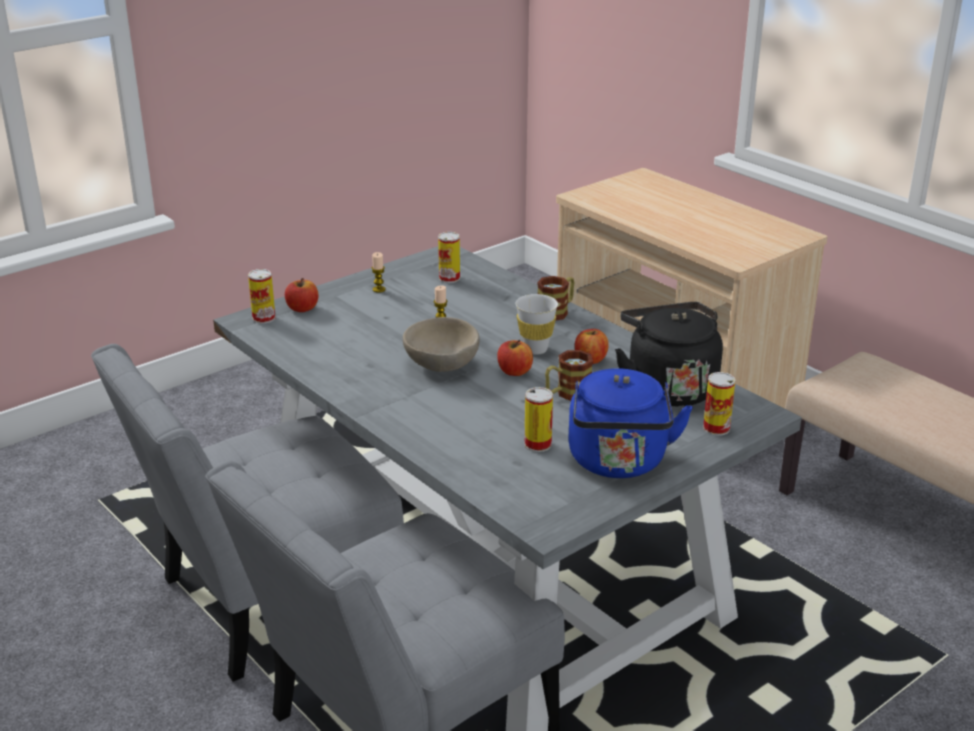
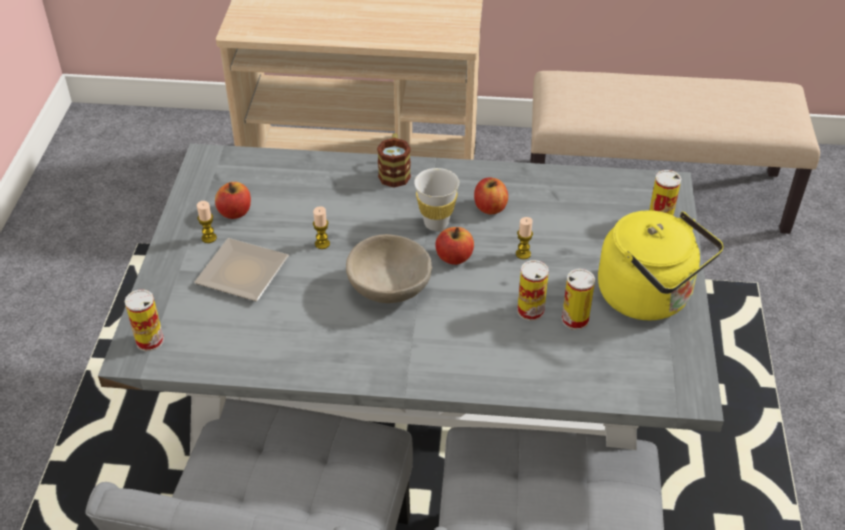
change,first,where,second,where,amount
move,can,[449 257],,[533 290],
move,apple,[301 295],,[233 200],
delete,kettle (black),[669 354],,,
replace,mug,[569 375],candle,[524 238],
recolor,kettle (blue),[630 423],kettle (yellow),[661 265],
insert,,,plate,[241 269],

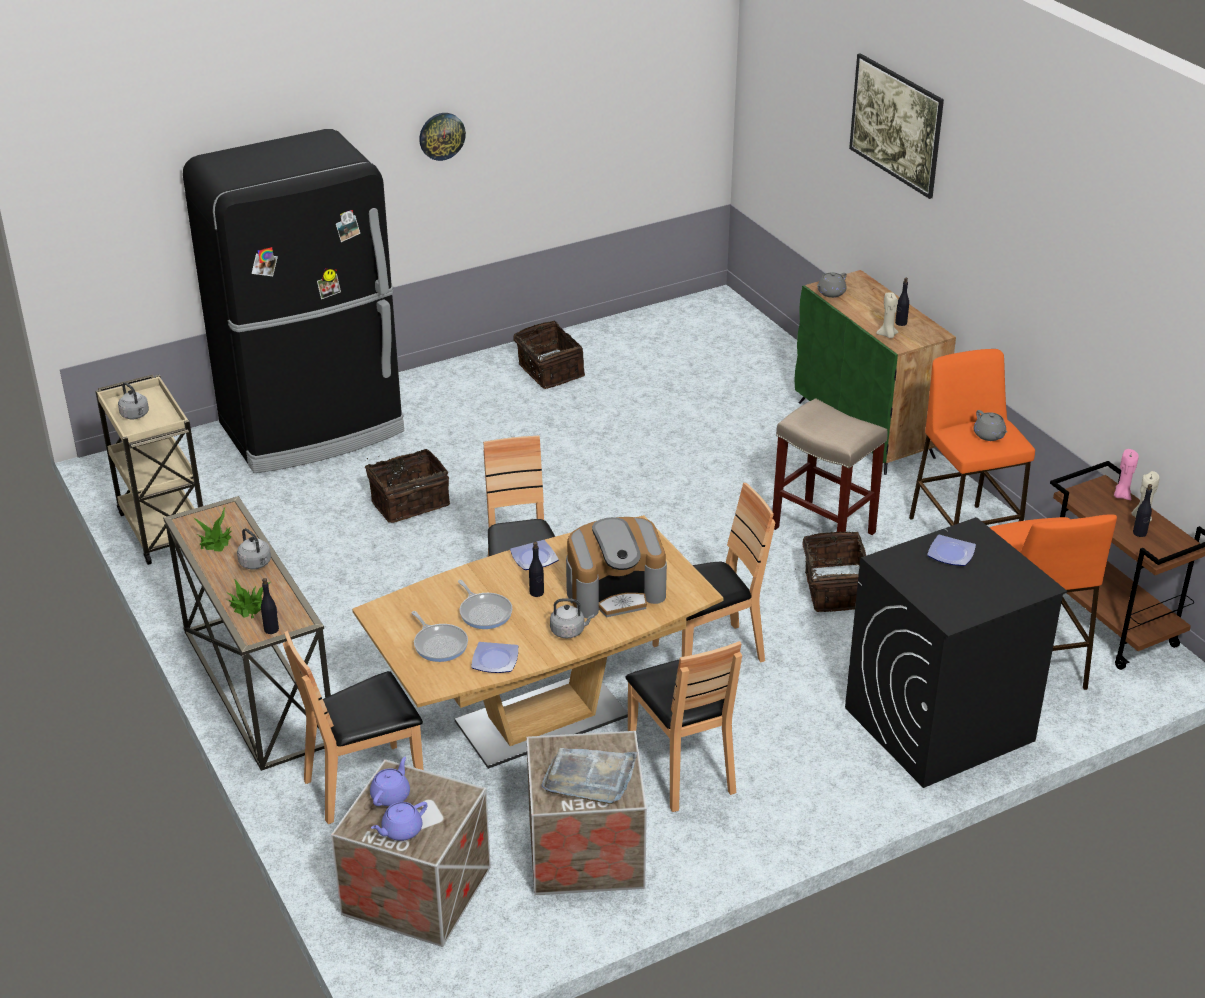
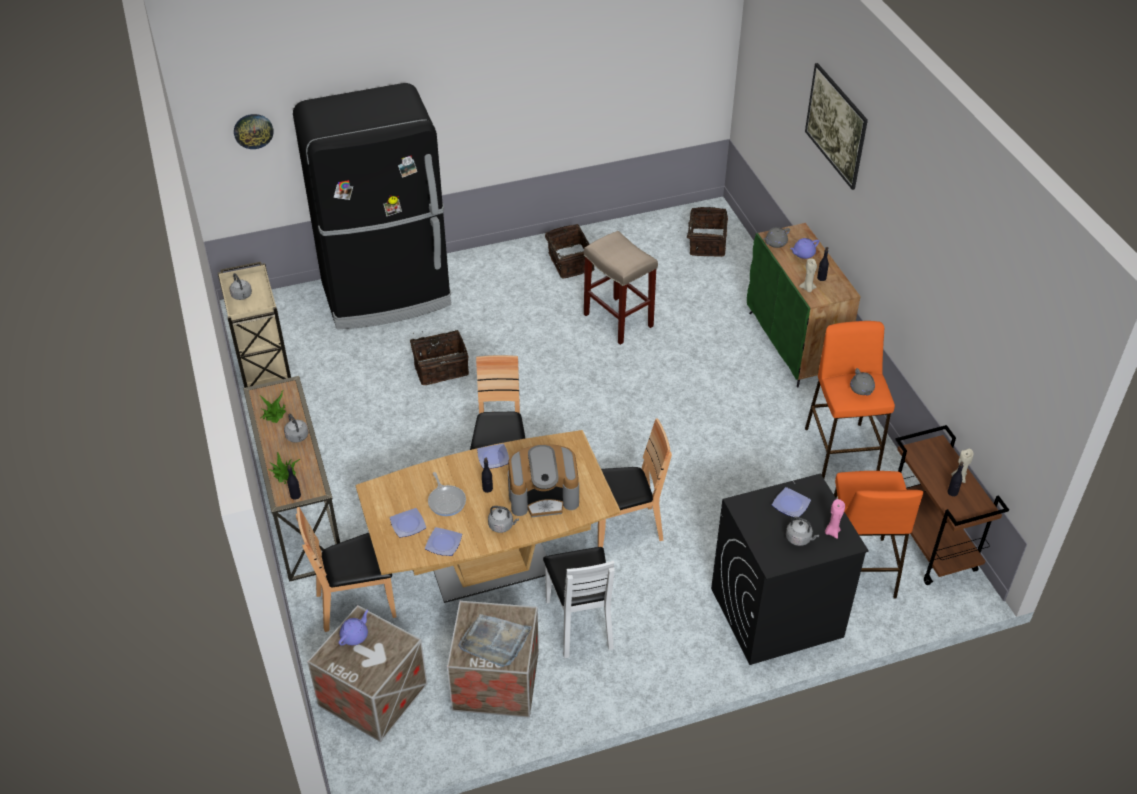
change,first,where,second,where,amount
move,wall clock,[442 137],,[254 131],
move,stool (beige),[830 466],,[621 288],
move,candle (pink),[1126 474],,[835 519],
move,basket,[830 571],,[707 232],
replace,frying pan,[440 636],plate,[408 523],
recolor,chair (brown),[683 726],chair (white),[579 602],
move,teapot (purple),[399 821],,[804 248],
insert,,,kettle (grey),[802 531],

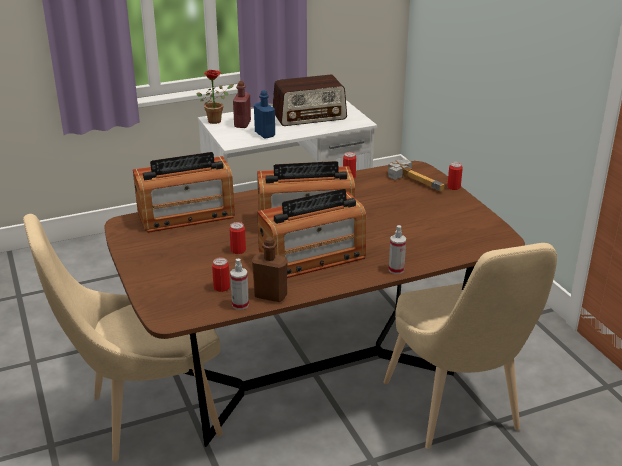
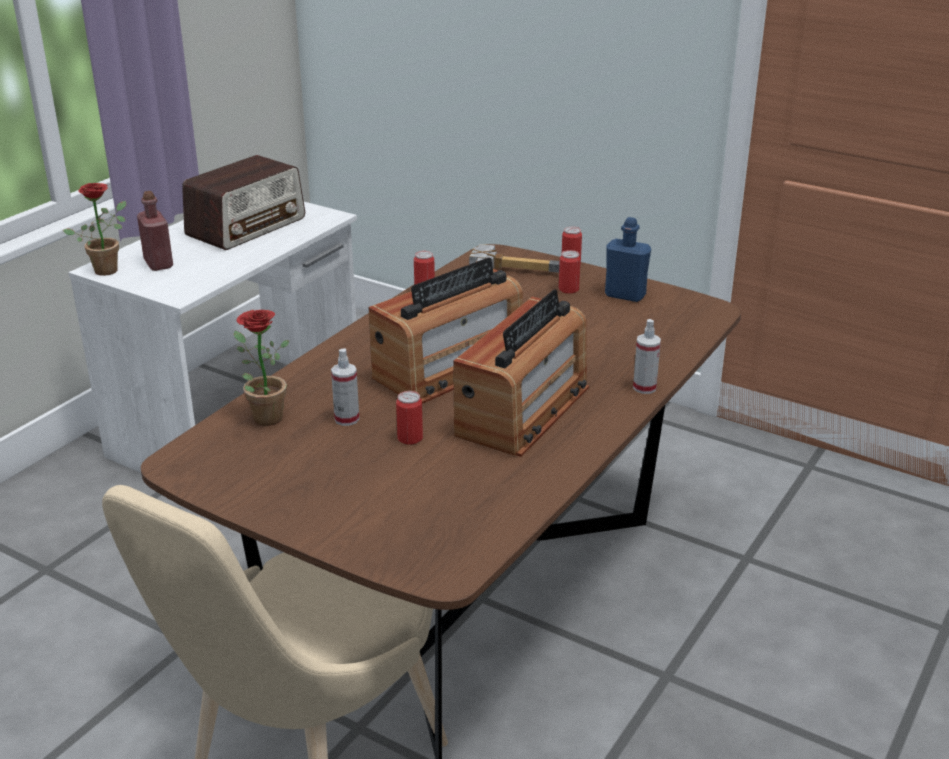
change,first,where,second,where,amount
move,bottle (blue),[264 114],,[628 259],
replace,radio,[184 192],potted plant,[262 368],
delete,bottle (brown),[270 269],,,
delete,chair (beige),[470 346],,,
move,can,[221 274],,[570 272],
move,spray bottle,[239 284],,[345 387],

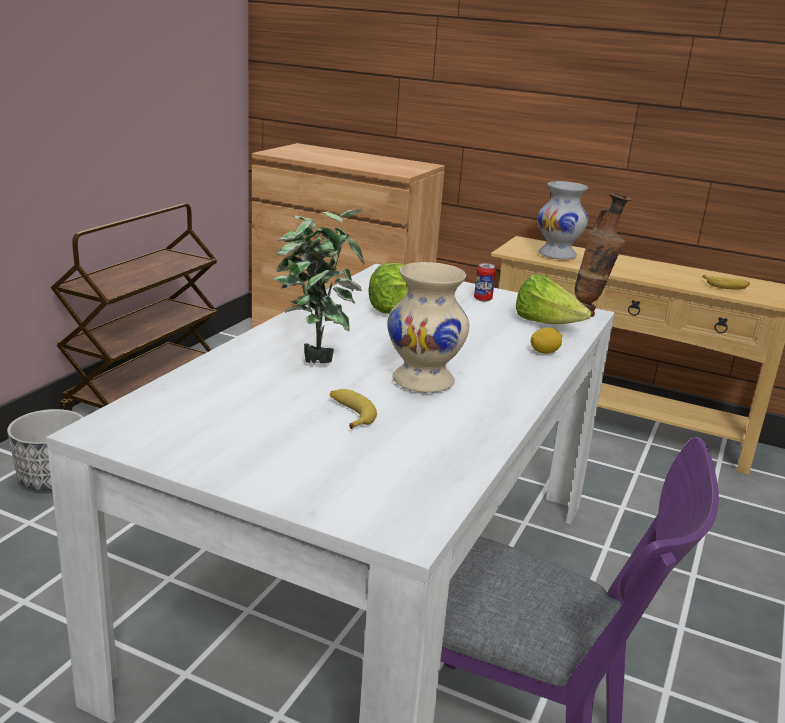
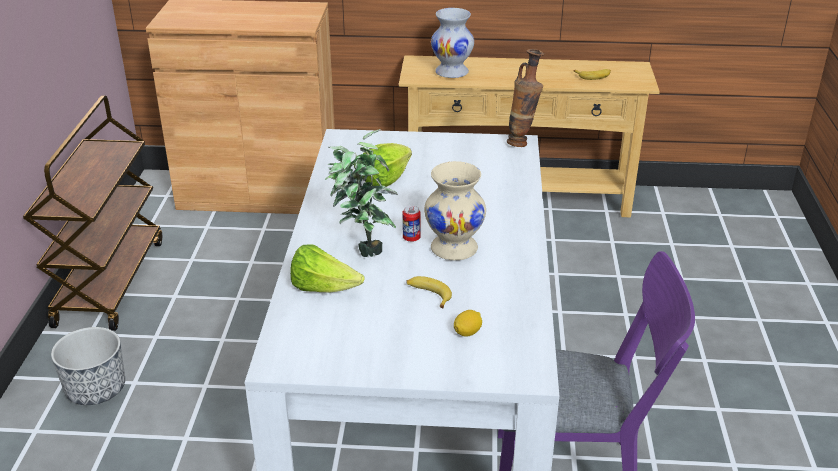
change,first,where,second,where,amount
move,can,[485 282],,[411 224],
move,lettuce,[554 299],,[327 268],
move,lemon,[547 341],,[468 323],

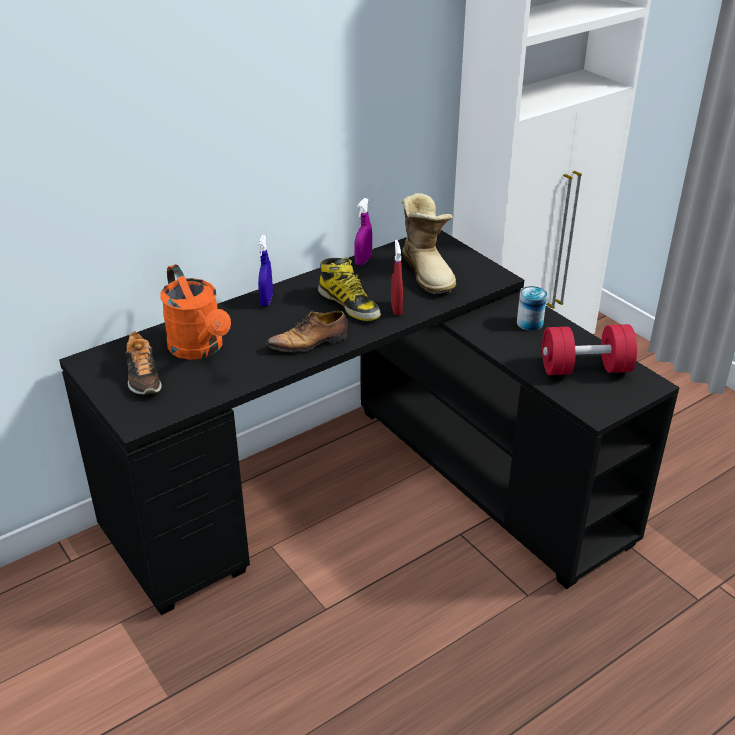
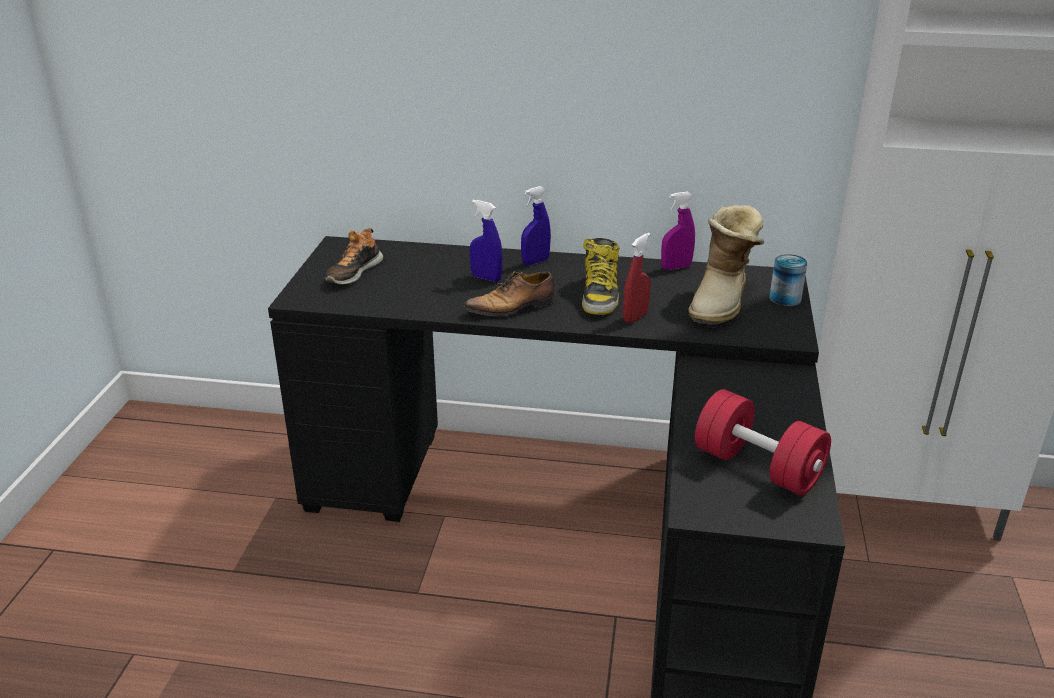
change,first,where,second,where,amount
delete,watering can (orange),[195 312],,,
move,can,[532 308],,[788 280],
rotate,shoe,[307 331],,[509 293],45 degrees counterclockwise
insert,,,spray bottle (blue),[486 241],

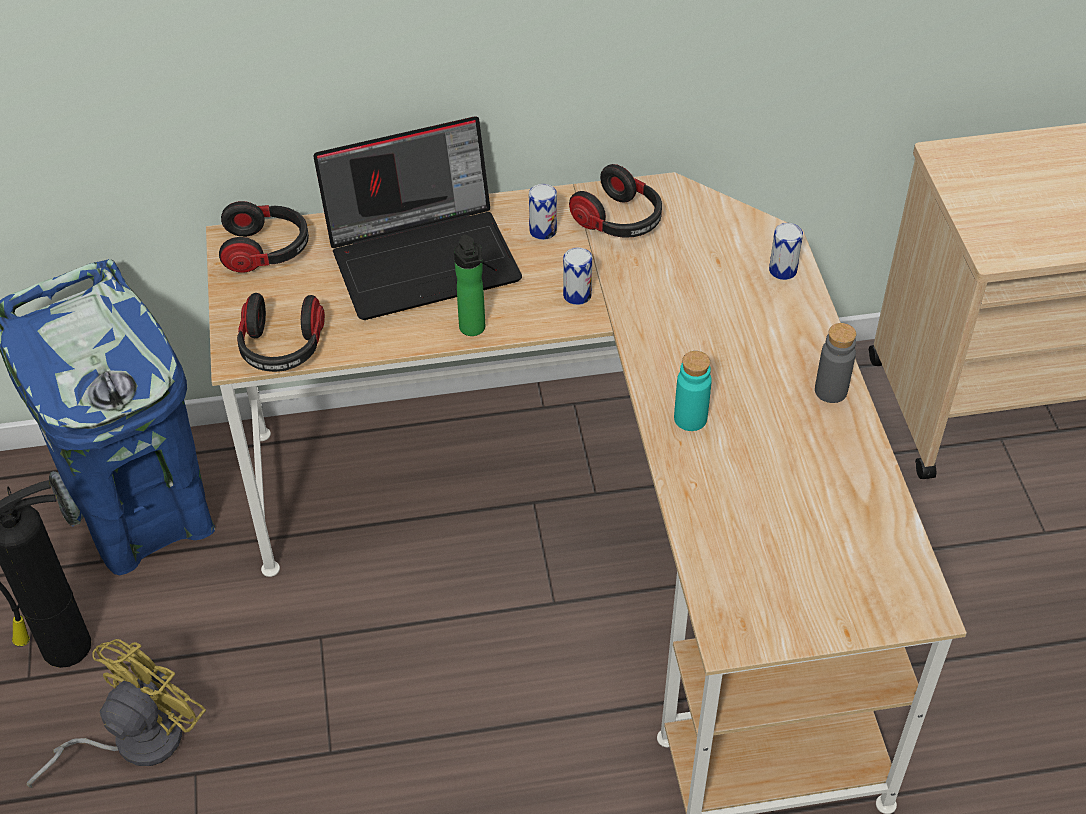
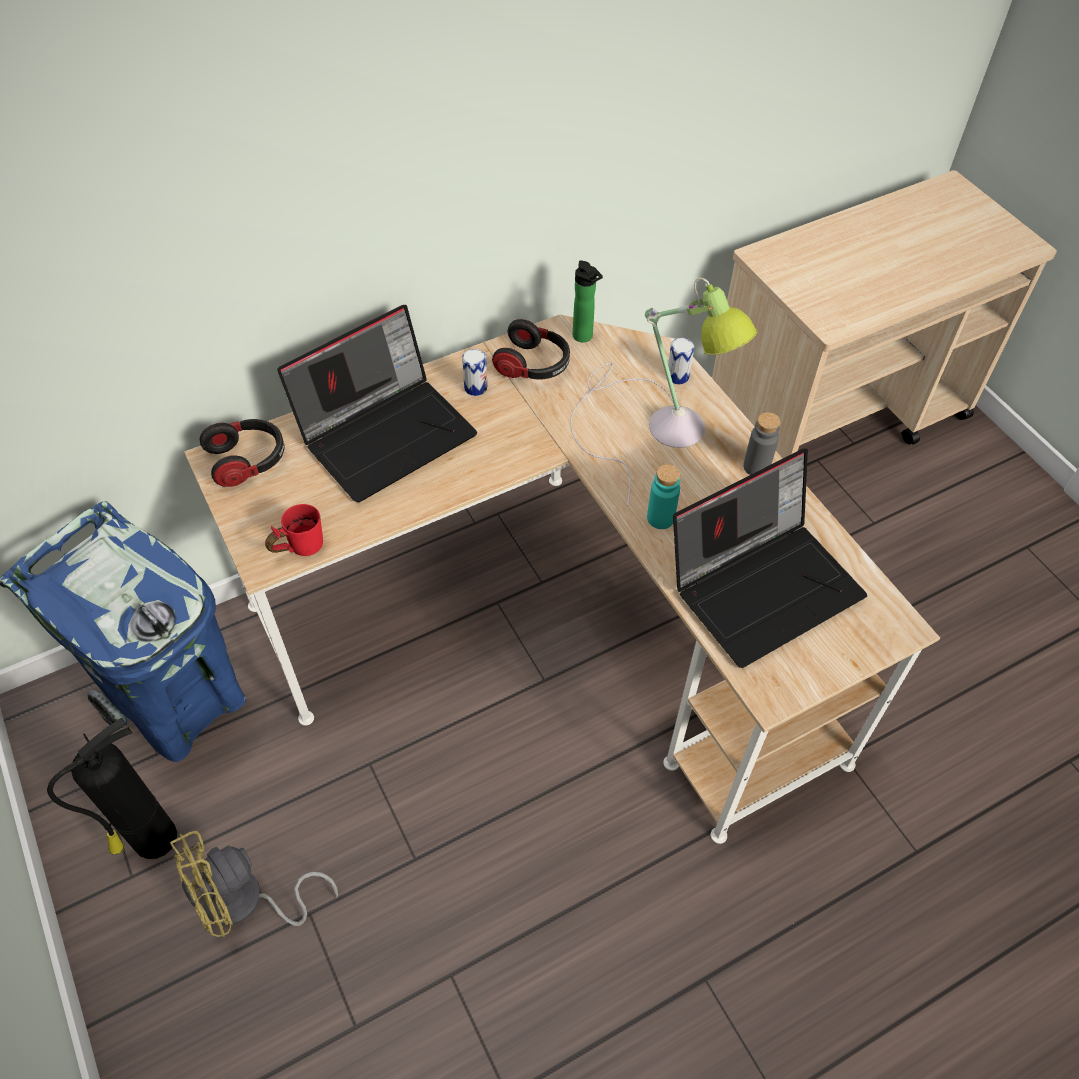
change,first,where,second,where,amount
move,bottle,[469 285],,[588 301],
delete,can,[577 276],,,
replace,headphones,[281 332],mug (red),[294 530],
rotate,fan (yellow),[116 713],,[254 884],135 degrees counterclockwise
insert,,,table lamp,[663 392],
insert,,,laptop,[770 558],

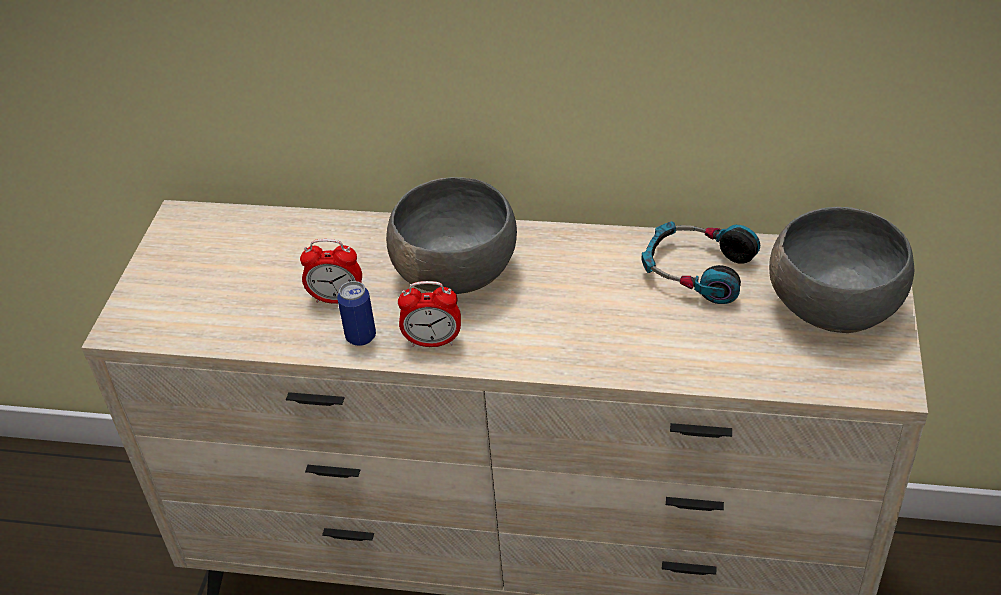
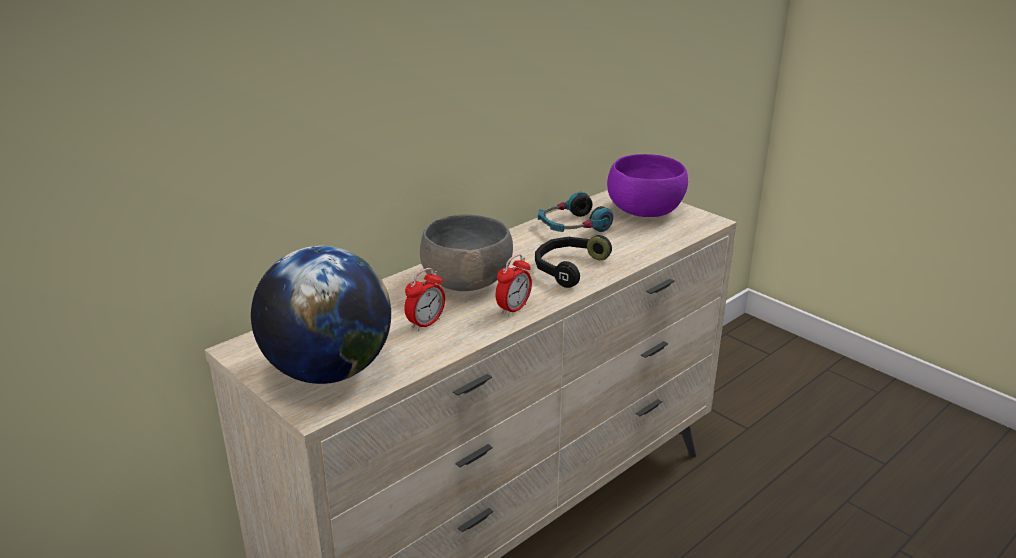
change,first,where,second,where,amount
recolor,bowl (grey),[841 270],bowl (purple),[647 185],
delete,can,[356 313],,,
insert,,,headphones (black),[573 261],
insert,,,globe,[321 315],

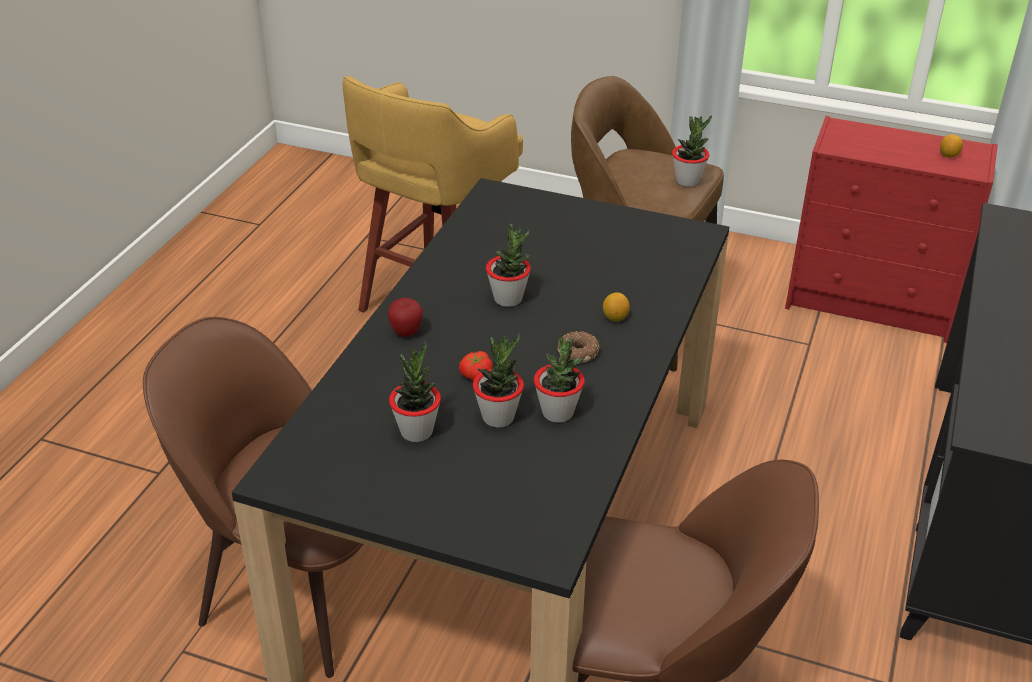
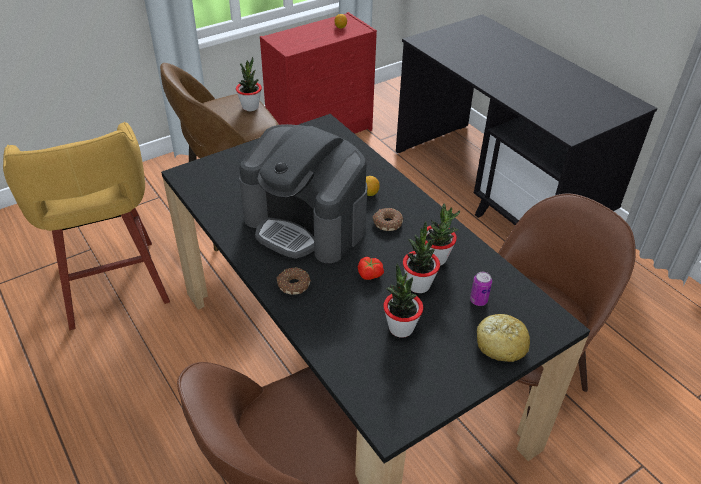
change,first,where,second,where,amount
replace,potted plant,[509 265],coffee machine,[303 193],
replace,apple,[405 317],donut,[293 281],
insert,,,can,[481 289],
insert,,,bread,[503 338],

